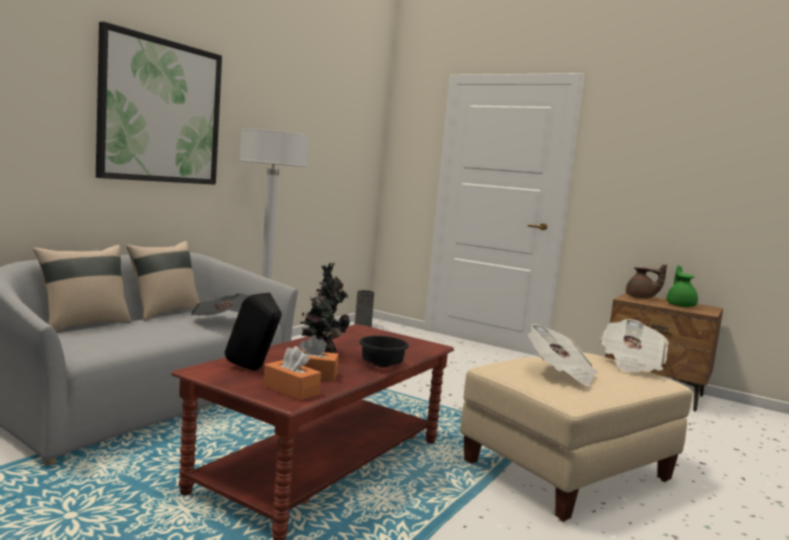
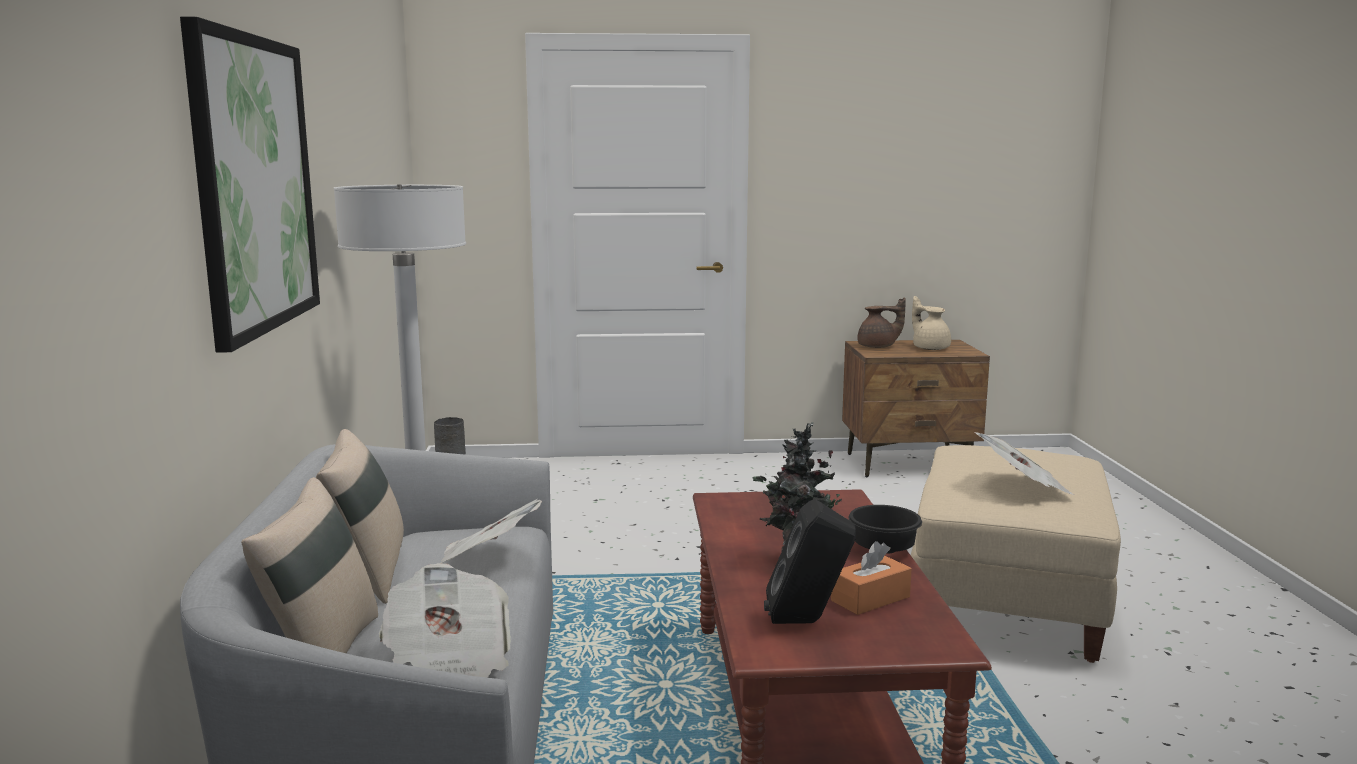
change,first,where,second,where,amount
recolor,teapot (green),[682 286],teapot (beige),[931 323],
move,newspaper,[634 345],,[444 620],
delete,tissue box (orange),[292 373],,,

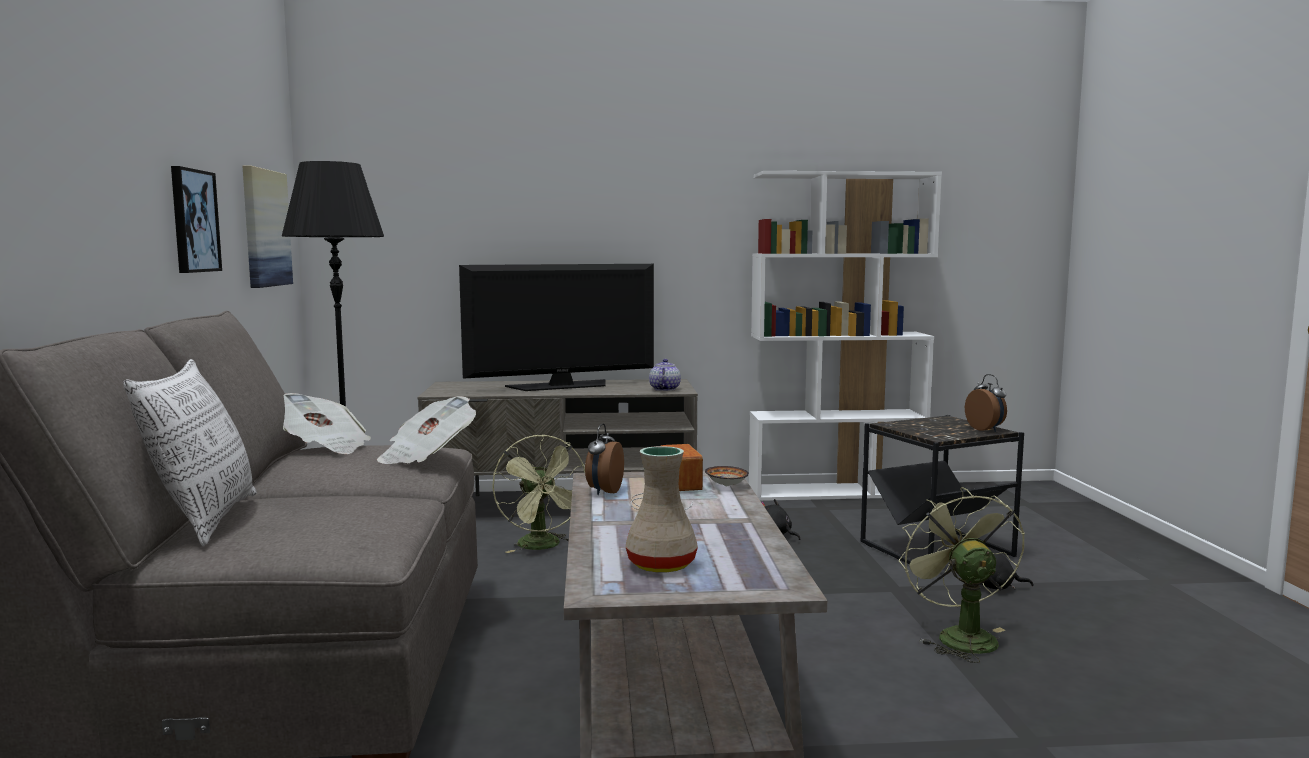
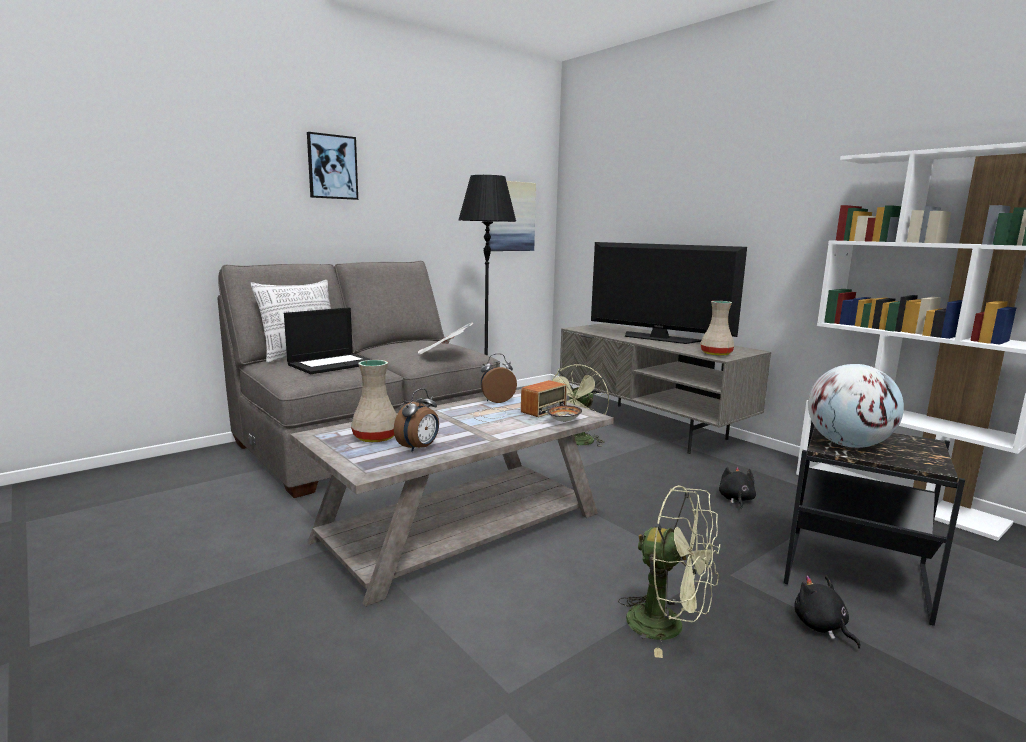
change,first,where,second,where,amount
move,picture,[196 219],,[332 166],
replace,teapot,[665 375],vase (beige),[717 328],
move,alarm clock,[986 403],,[416 420],
delete,newspaper,[327 423],,,
rotate,fan (green),[962 575],,[669 571],75 degrees clockwise
insert,,,laptop,[328 340],
insert,,,globe,[856 406],

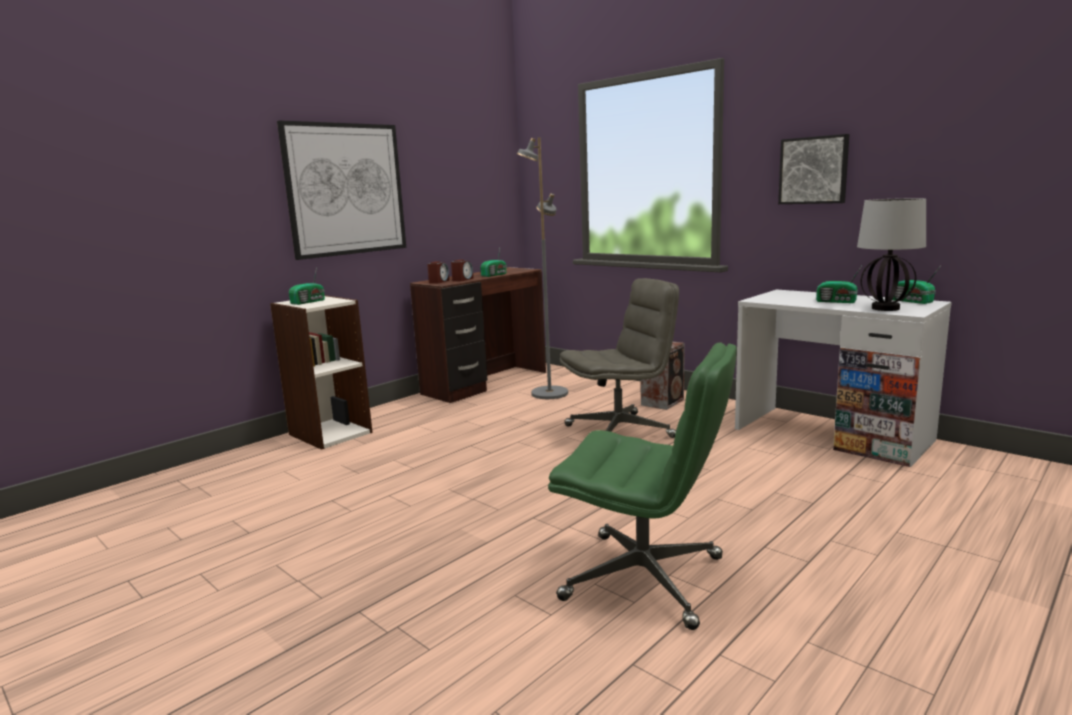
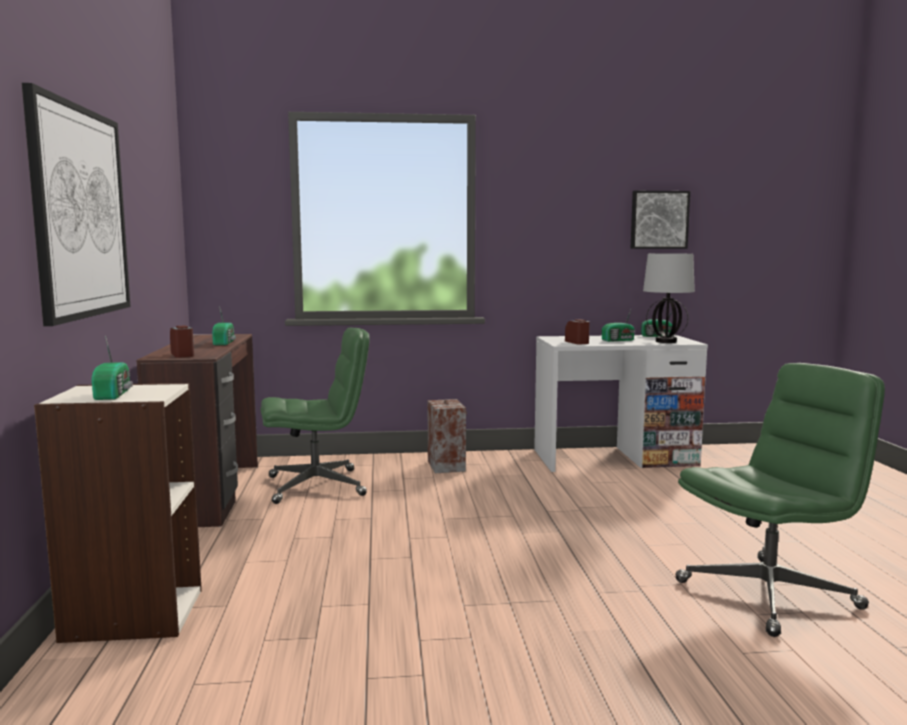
change,first,where,second,where,amount
move,picture,[813 169],,[660 220],
replace,floor lamp (grey),[542 268],office chair (green),[315 416],
move,alarm clock,[462 270],,[577 331],
delete,office chair (grey),[619 358],,,

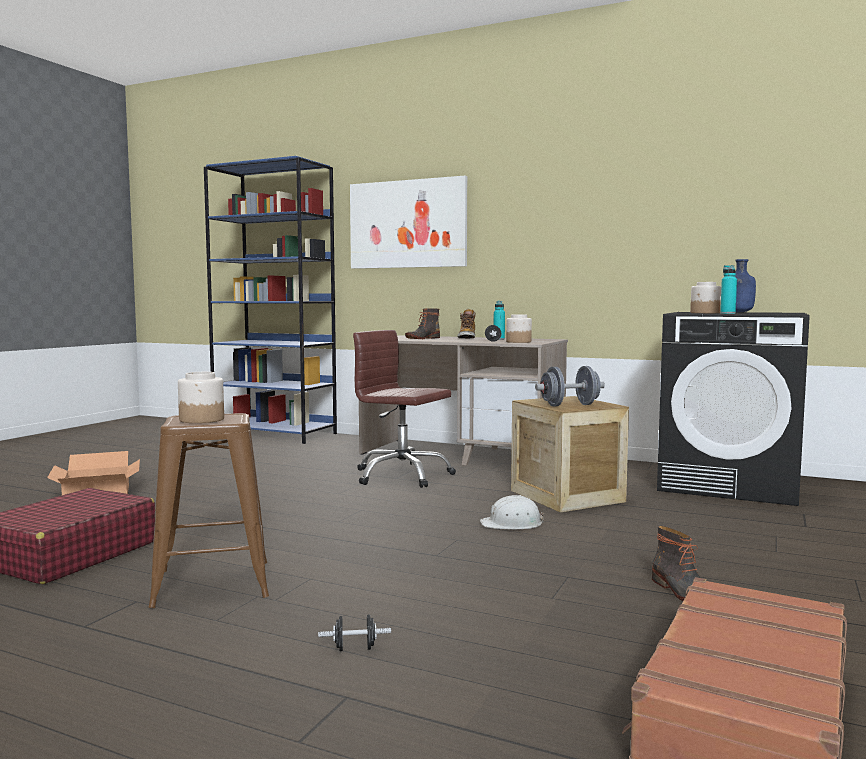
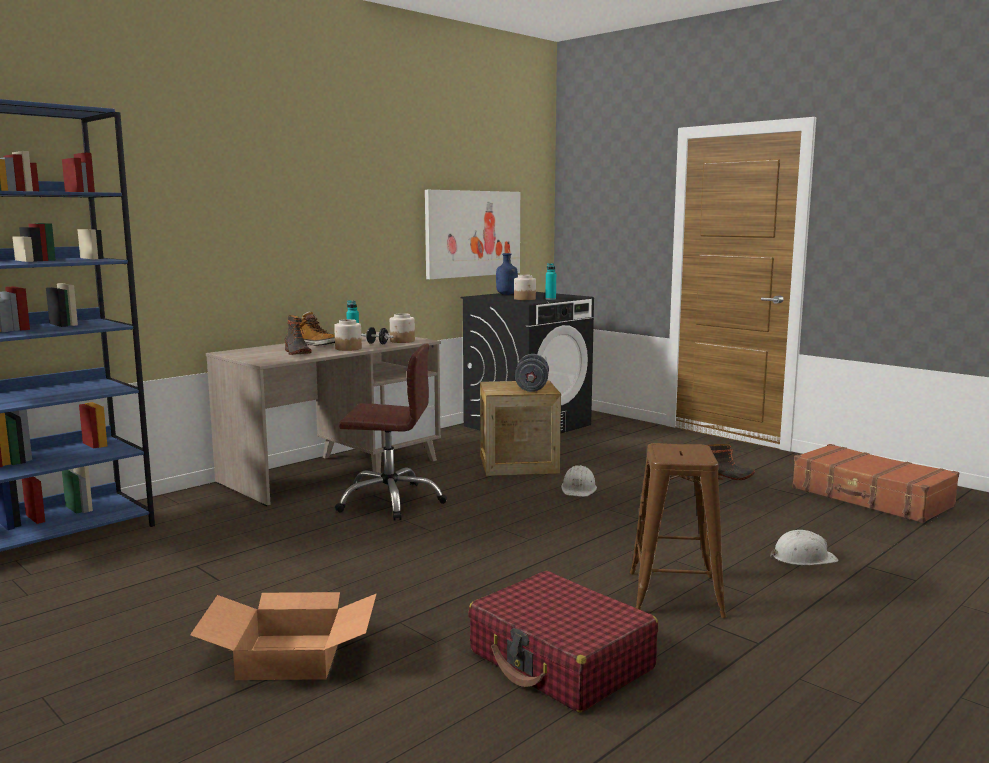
change,first,where,second,where,amount
move,picture,[408 222],,[472 234],
rotate,office chair (brown),[404 409],,[391 432],135 degrees counterclockwise
move,jar,[201 397],,[348 335],
replace,dumbbell (black),[354 632],hard hat (white),[804 547],

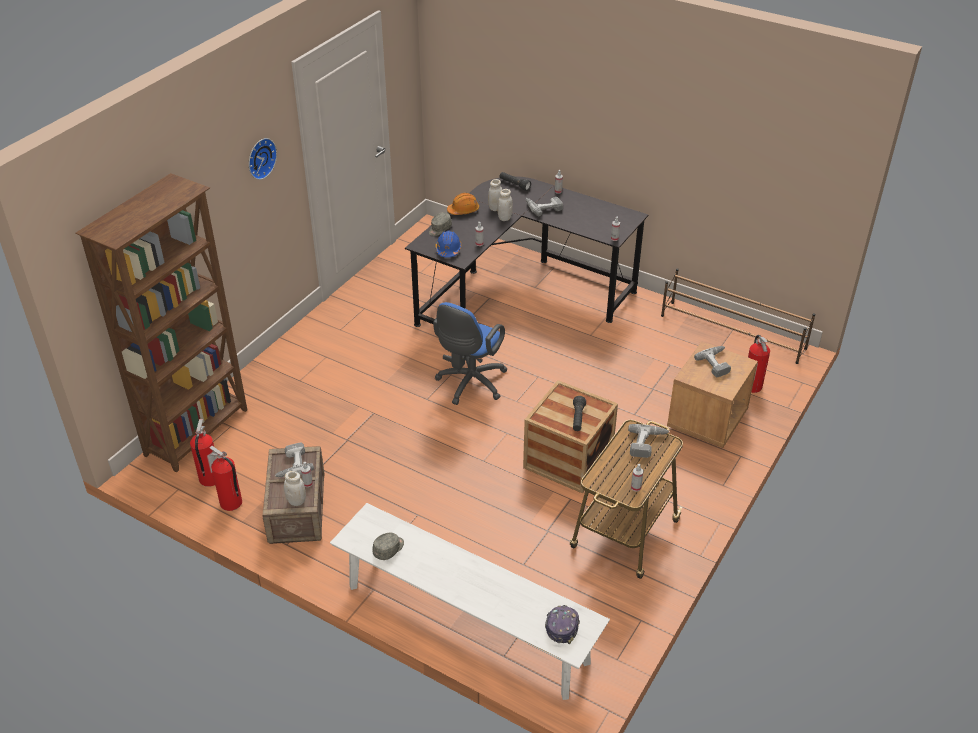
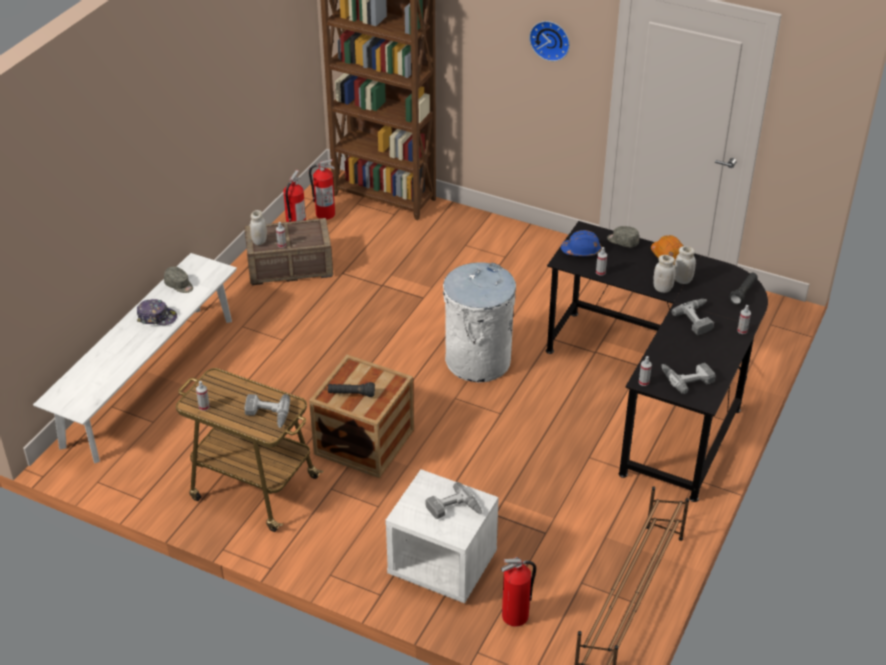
change,first,where,second,where,amount
replace,office chair (blue),[470 353],trash can (white),[479 322],
recolor,nightstand (brown),[712 394],nightstand (white),[442 536],
move,power drill,[294 459],,[688 378],
move,cap,[562 624],,[157 312],

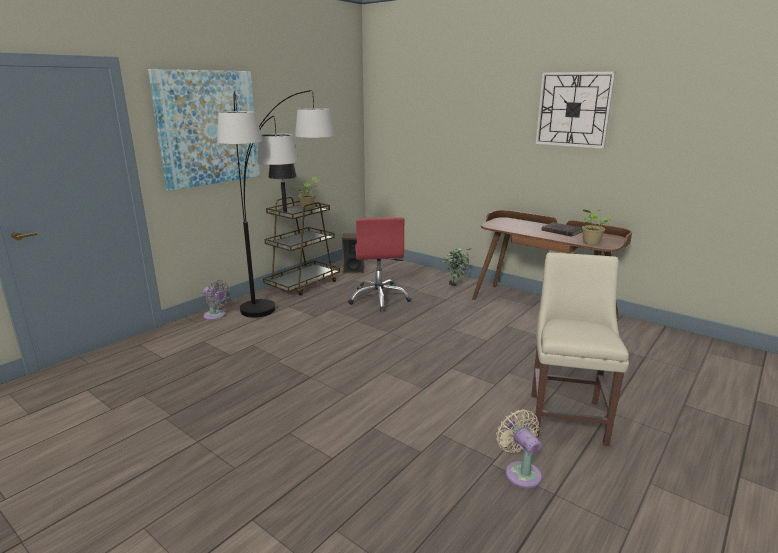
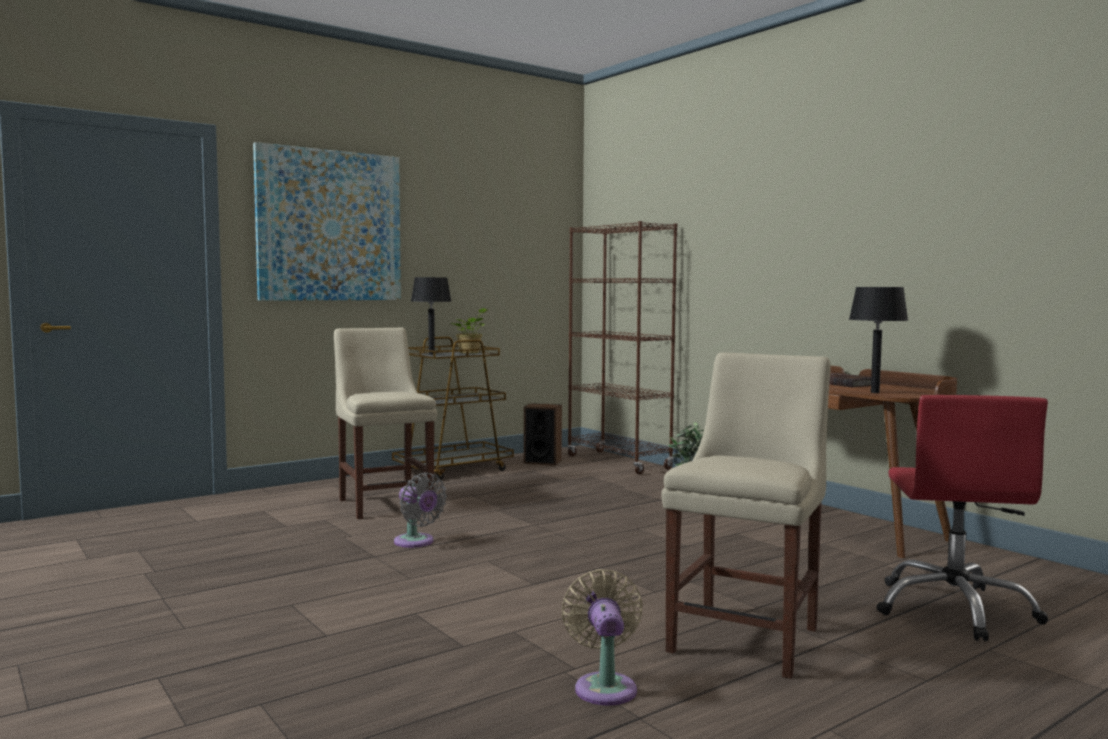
change,first,where,second,where,amount
delete,wall clock,[576 110],,,
replace,floor lamp,[275 204],chair (beige),[385 423],
replace,potted plant,[595 227],table lamp (black),[878 340],
move,office chair (red),[379 264],,[962 518],
move,fan (grey),[216 300],,[420 510],
insert,,,bookcase (brown),[622 347],

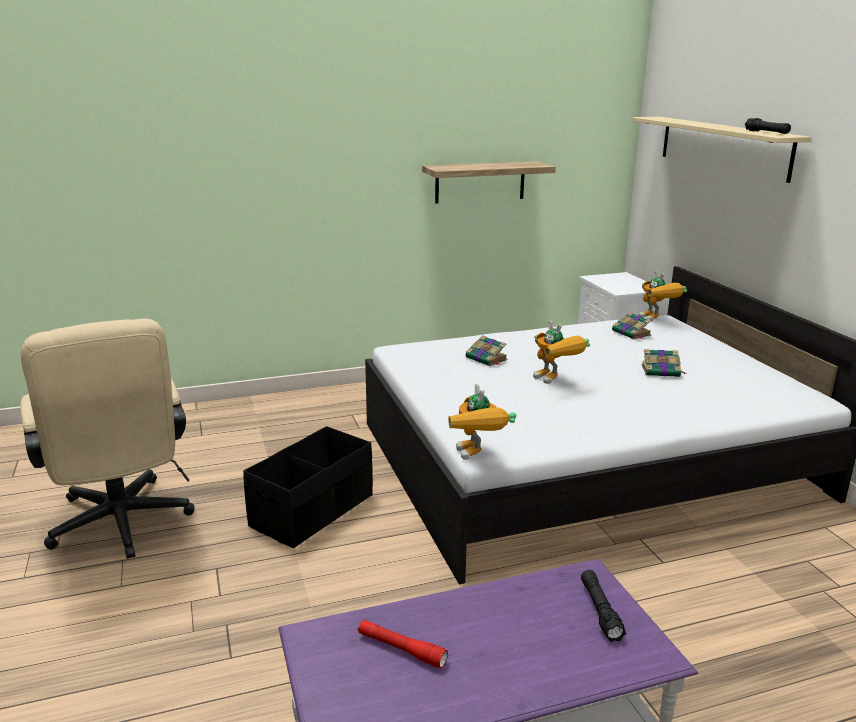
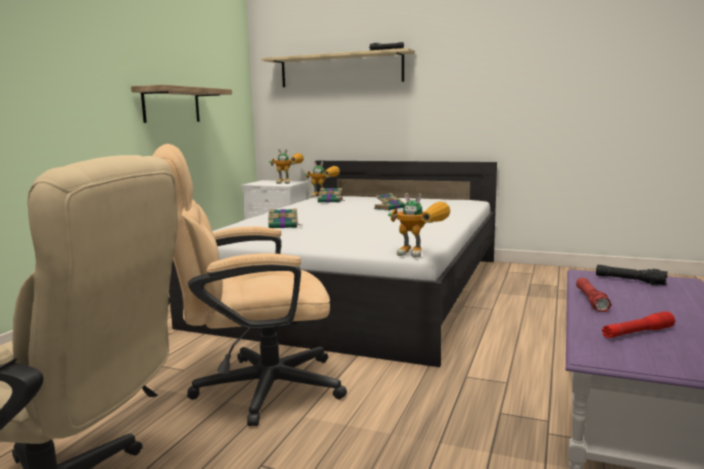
change,first,where,second,where,amount
move,toy robot,[561 352],,[286 166],
replace,storage box (black),[308 487],office chair (beige),[250 285],
insert,,,flashlight (red),[594 295],

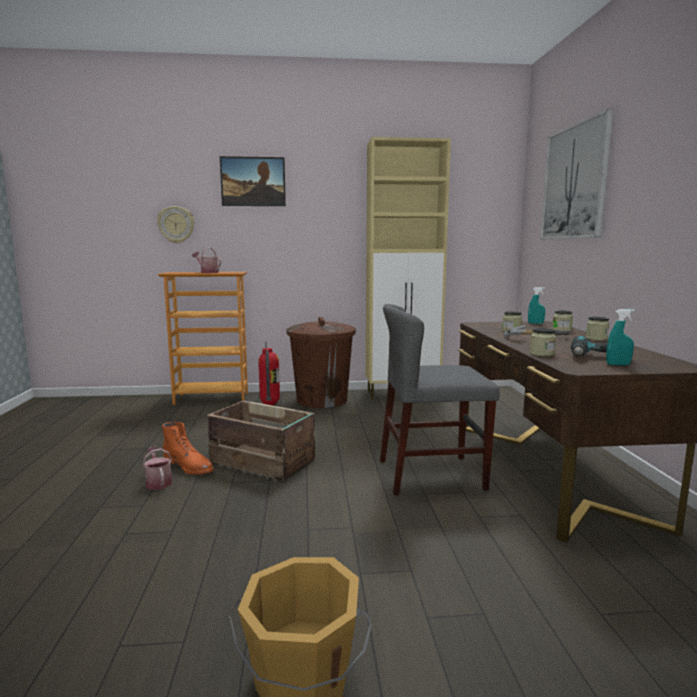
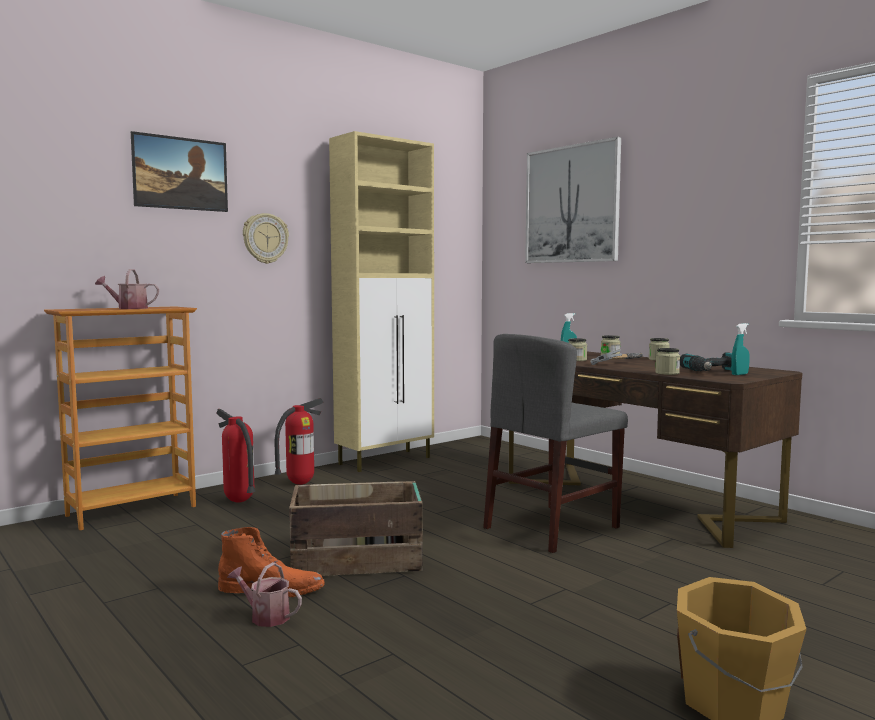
change,first,where,second,where,amount
move,wall clock,[175 224],,[266 238],
replace,trash can (brown),[321 362],fire extinguisher,[299 441],

